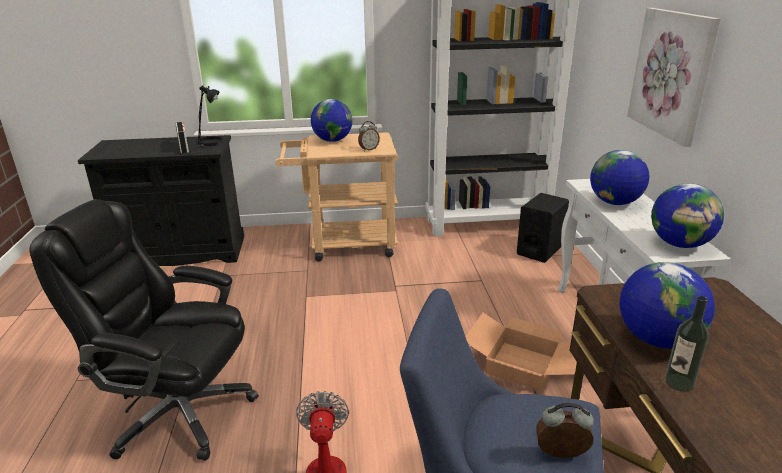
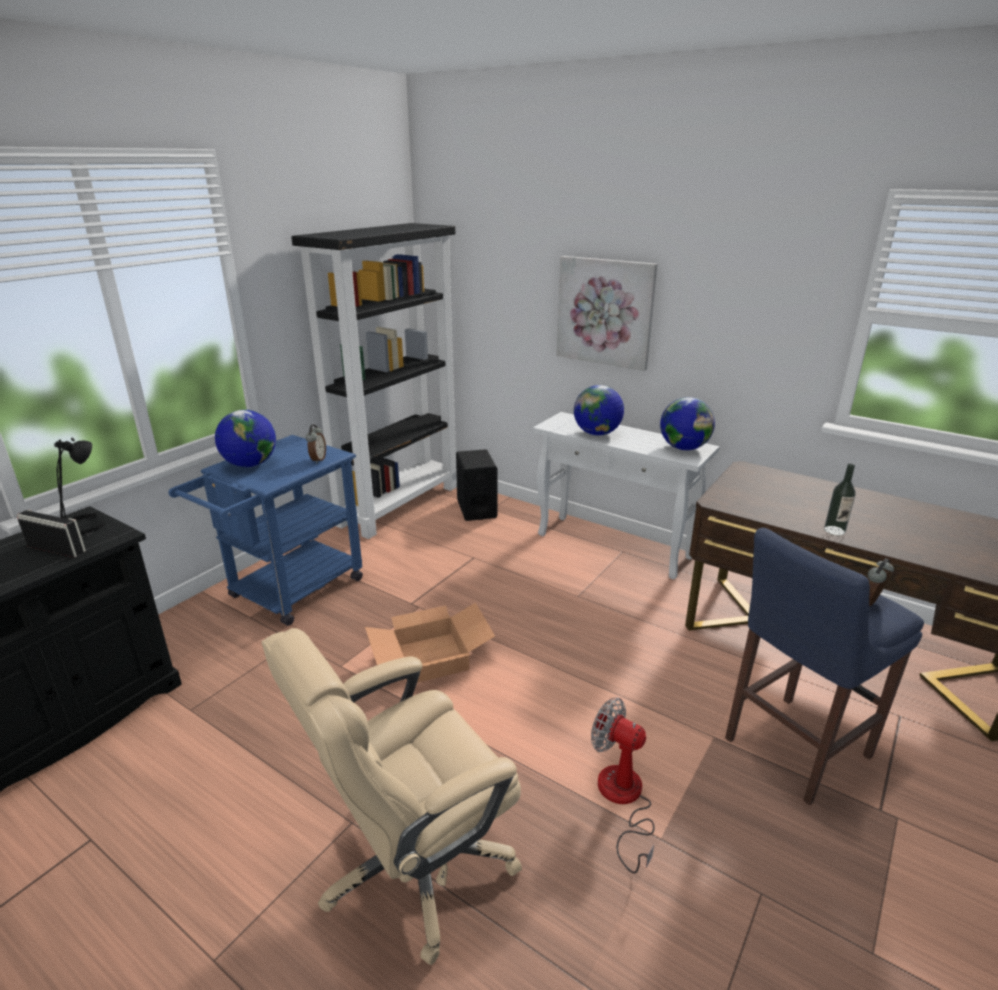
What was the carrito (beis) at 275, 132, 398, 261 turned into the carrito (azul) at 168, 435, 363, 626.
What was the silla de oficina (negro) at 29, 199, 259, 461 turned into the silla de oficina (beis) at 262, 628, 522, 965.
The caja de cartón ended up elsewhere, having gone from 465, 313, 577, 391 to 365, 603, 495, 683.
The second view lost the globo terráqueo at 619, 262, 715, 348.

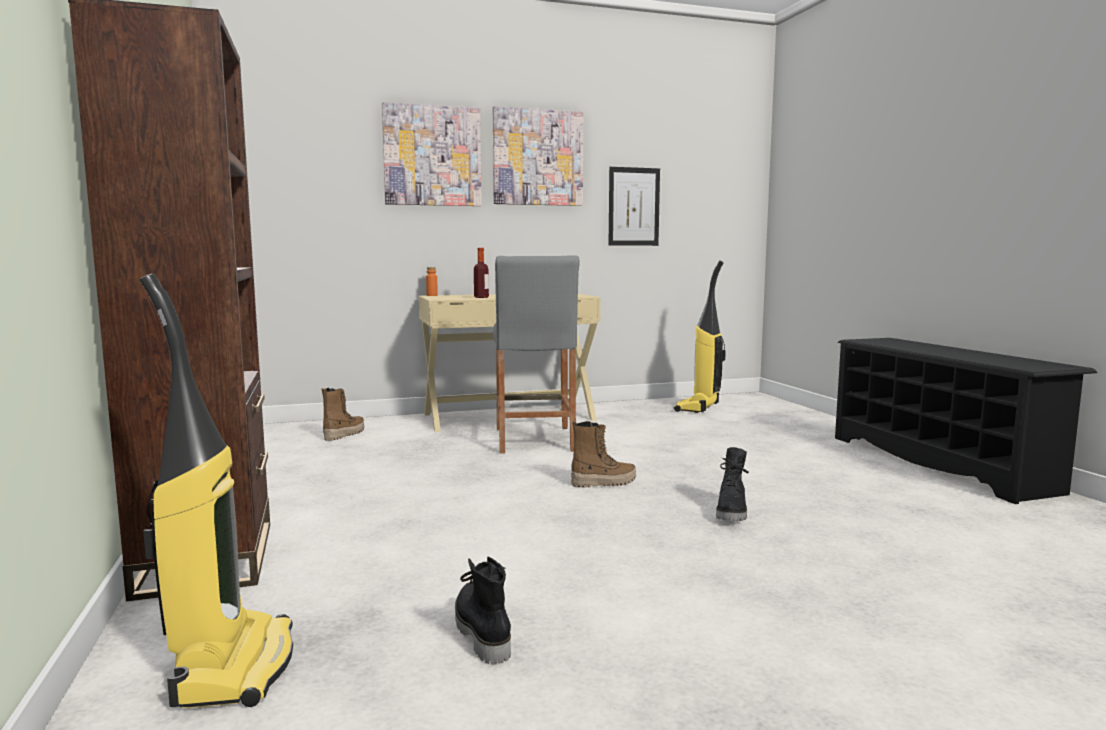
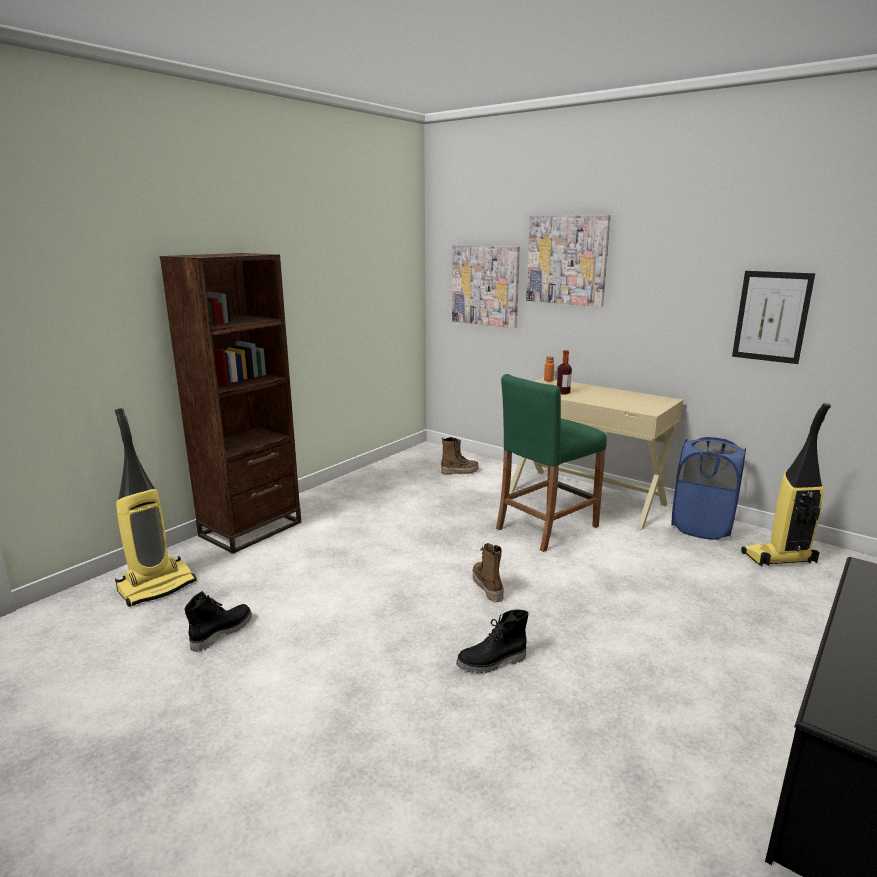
The cuadro ended up elsewhere, having gone from 493, 106, 583, 206 to 452, 245, 520, 328.
The bota at 571, 421, 636, 488 ended up facing another way, 150 degrees counterclockwise from before.
What was the taburete (gris) at 493, 255, 580, 454 turned into the taburete (verde) at 496, 374, 607, 552.
The second view gained the cesto de la ropa (azul) at 671, 437, 746, 540.

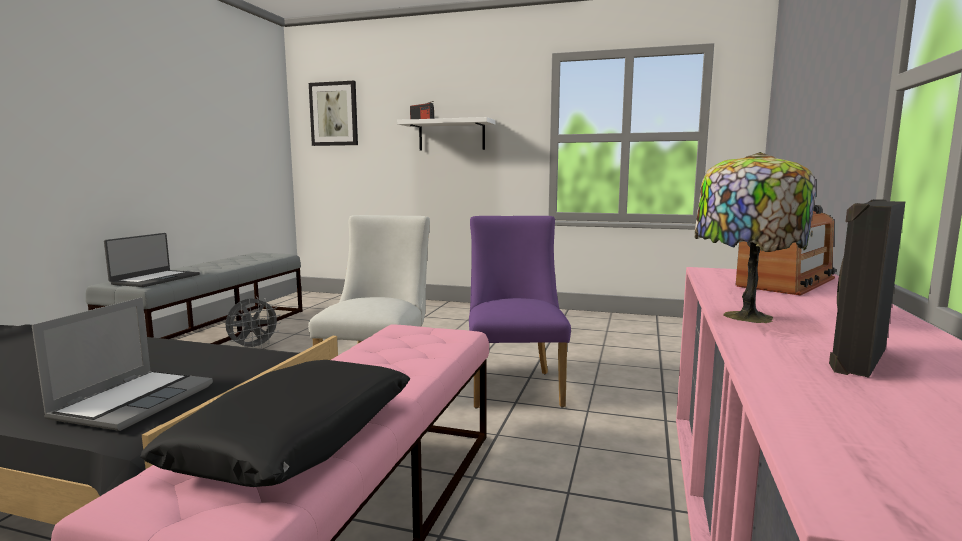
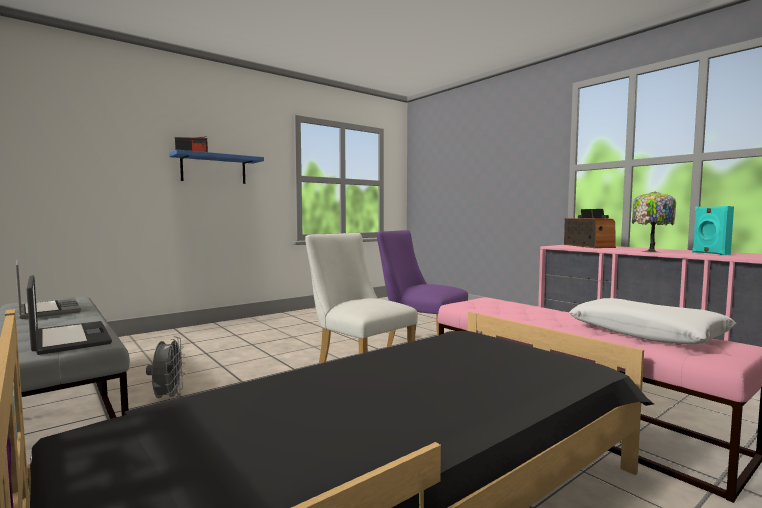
The portátil ended up elsewhere, having gone from 32, 297, 213, 431 to 16, 260, 81, 319.
What was the estante (blanco) at 397, 117, 495, 151 turned into the estante (azul) at 169, 150, 264, 184.
What was the cojín (negro) at 140, 360, 410, 487 turned into the cojín (blanco) at 569, 298, 736, 344.
What was the altavoz (negro) at 829, 199, 905, 378 turned into the altavoz (turquesa) at 692, 206, 734, 255.
The second view lost the cuadro at 309, 81, 358, 146.

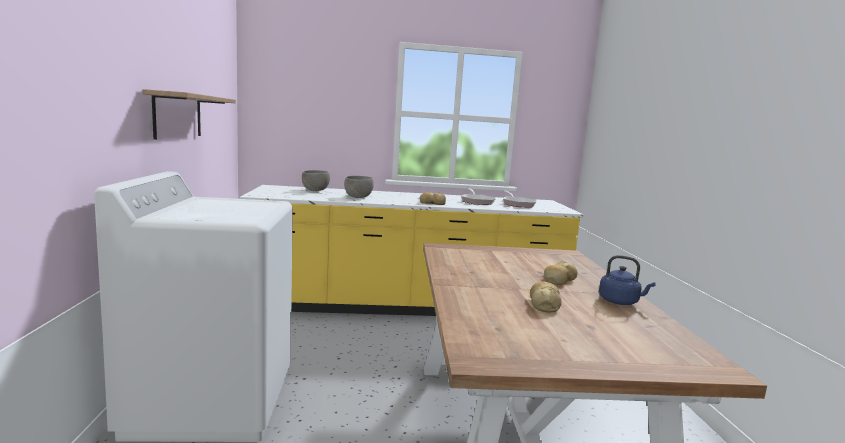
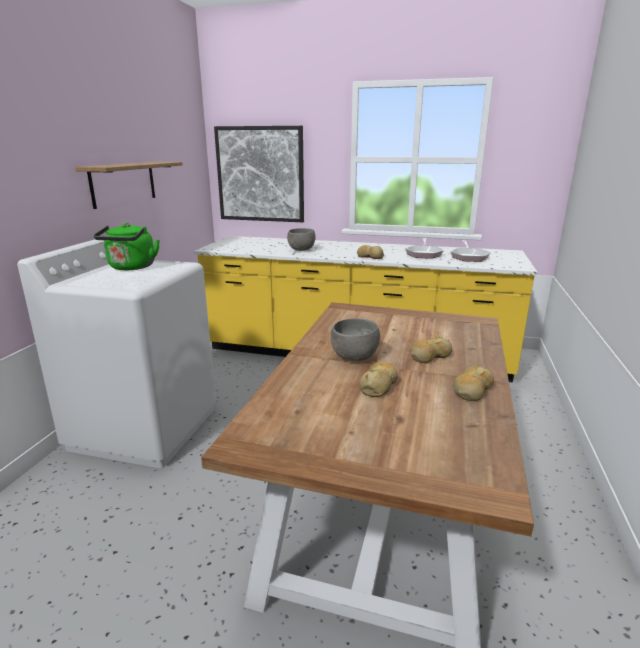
The second view gained the hervidor (verde) at 94, 223, 160, 270.
The second view gained the cuadro at 214, 126, 304, 222.
The cuenco (gris) ended up elsewhere, having gone from 302, 170, 330, 191 to 331, 318, 380, 361.
Where the hervidor (azul) stood at 599, 255, 656, 305, the pan came to stand at 453, 365, 494, 401.

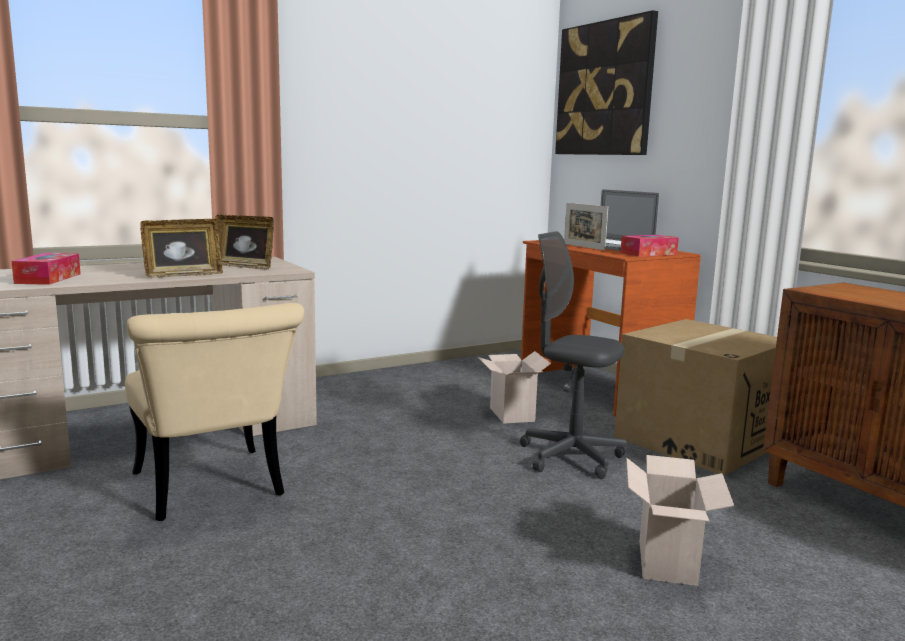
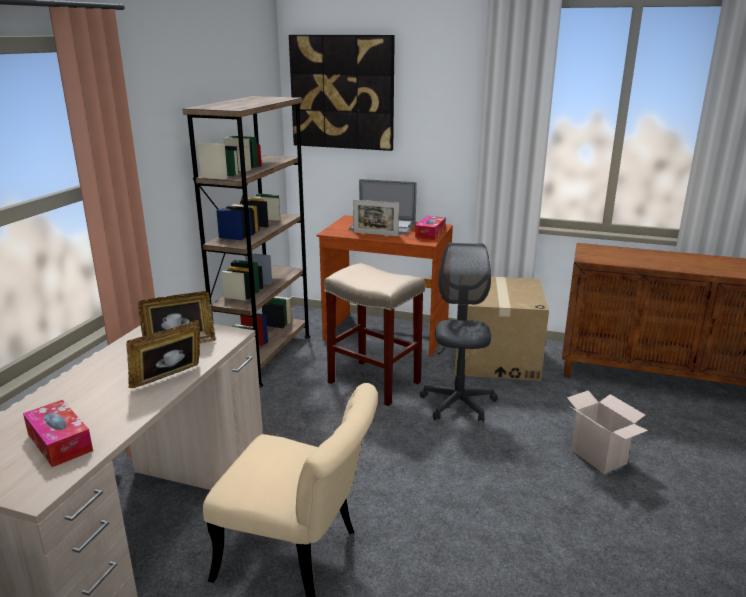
The portarretratos at 140, 219, 223, 278 ended up facing another way, 150 degrees counterclockwise from before.
The second view gained the estantería (marrón) at 182, 96, 310, 388.
Where the caja de cartón stood at 478, 351, 551, 424, the taburete (beis) came to stand at 324, 263, 425, 406.
The silla de oficina (gris) at 520, 231, 627, 479 ended up facing another way, 105 degrees clockwise from before.

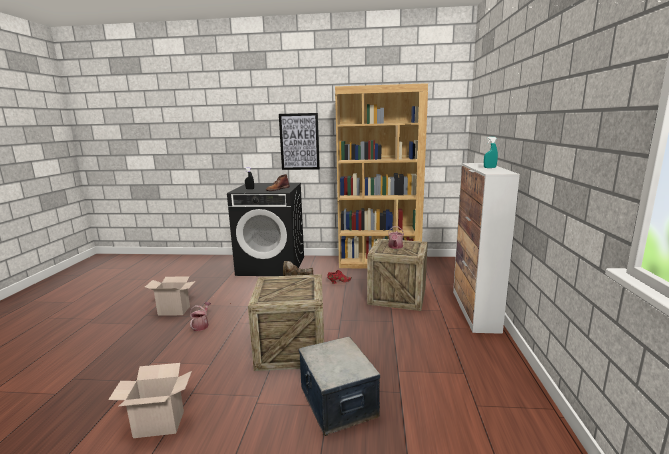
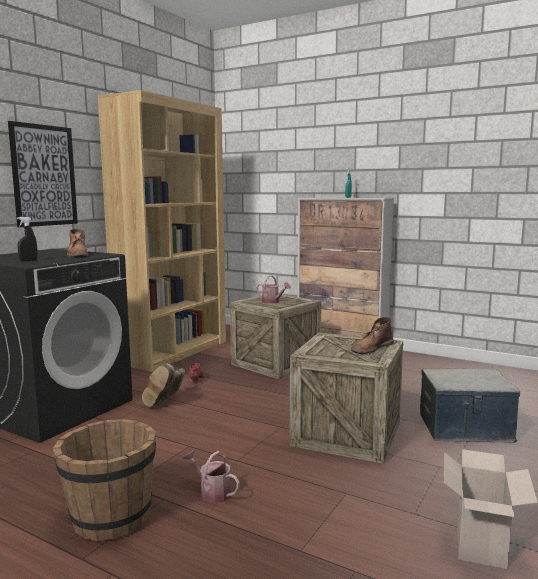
Where the caja de cartón stood at 145, 276, 196, 316, the cubo (marrón) came to stand at 53, 419, 156, 541.
The second view gained the bota (marrón) at 351, 317, 394, 354.

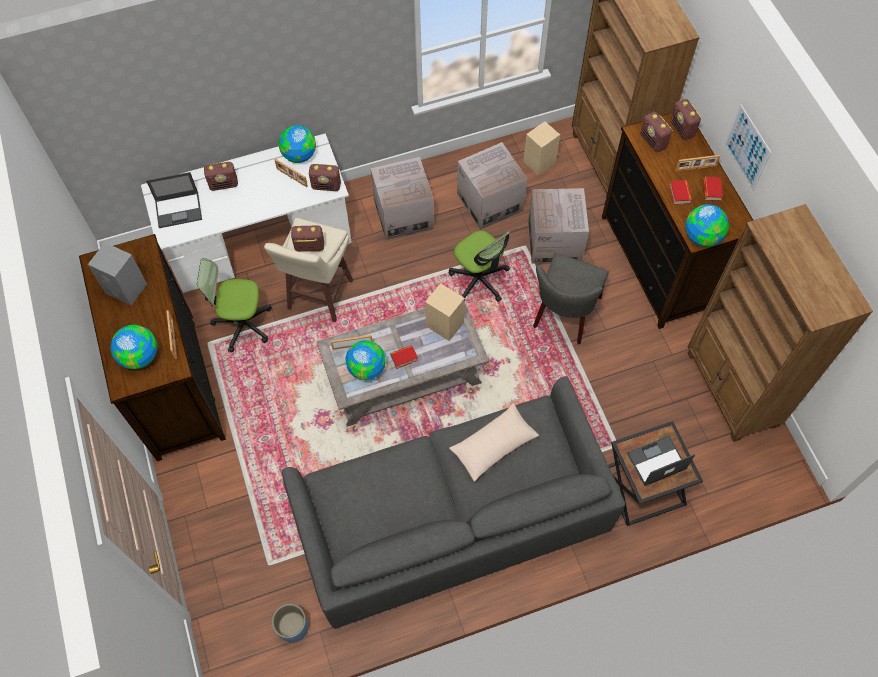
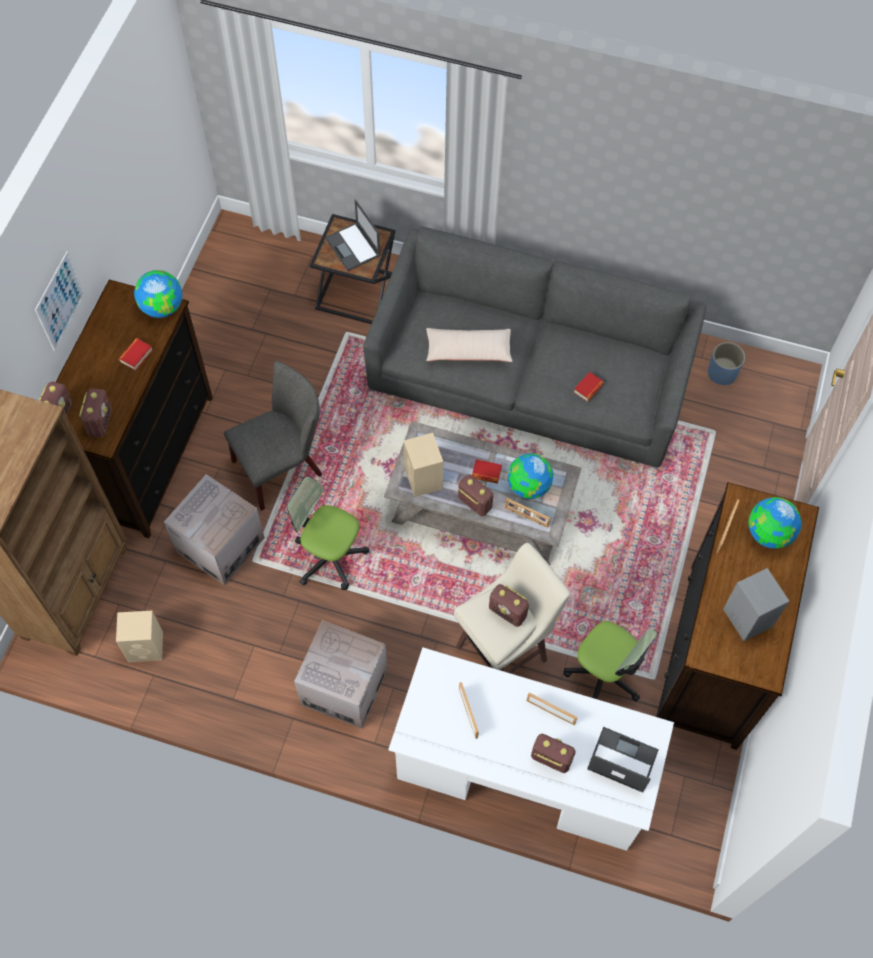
The silla de oficina at 449, 231, 510, 302 ended up facing another way, 60 degrees counterclockwise from before.
The portátil at 627, 436, 695, 486 ended up facing another way, 45 degrees clockwise from before.
The radio ended up elsewhere, having gone from 309, 164, 341, 191 to 458, 474, 493, 516.
The portarretratos ended up elsewhere, having gone from 675, 155, 720, 171 to 527, 693, 578, 725.
The libro ended up elsewhere, having gone from 703, 177, 723, 201 to 574, 372, 604, 402.
The second view lost the globo terráqueo at 278, 125, 316, 163.
The second view lost the caja de cartón at 457, 142, 527, 230.
The second view lost the estantería (marrón) at 687, 204, 873, 442.

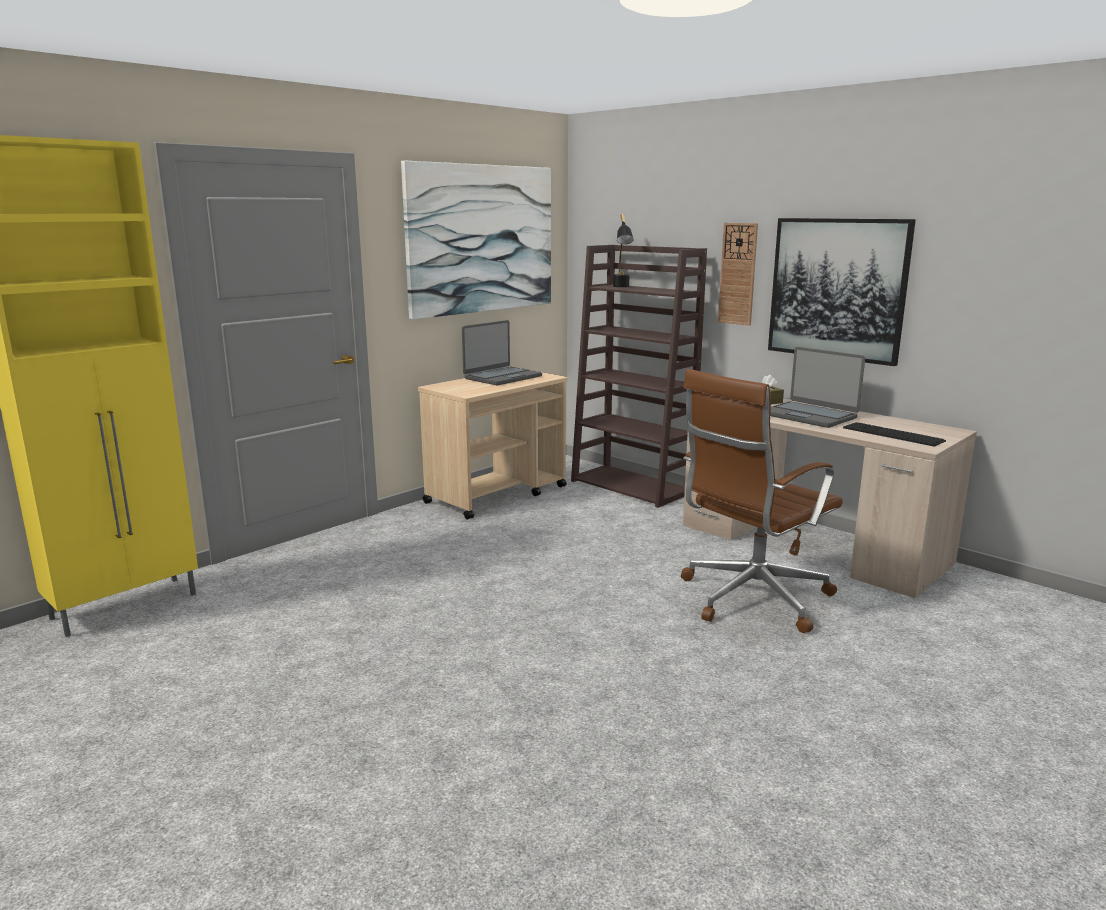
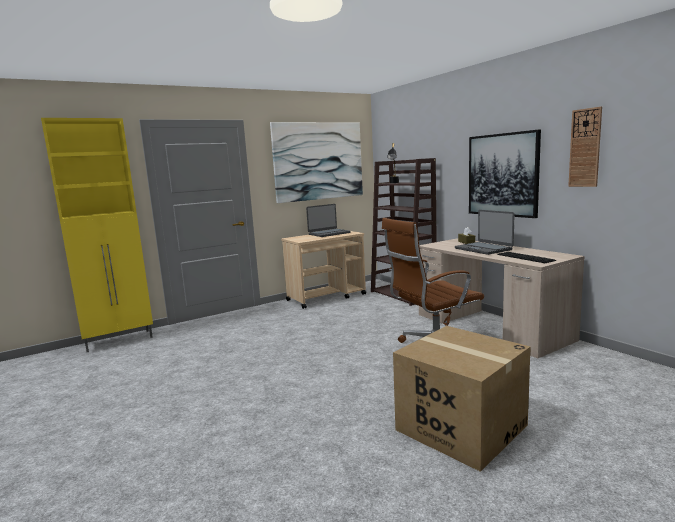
The second view gained the caja de cartón at 393, 326, 531, 472.
The reloj de pared ended up elsewhere, having gone from 718, 223, 758, 326 to 568, 107, 602, 187.

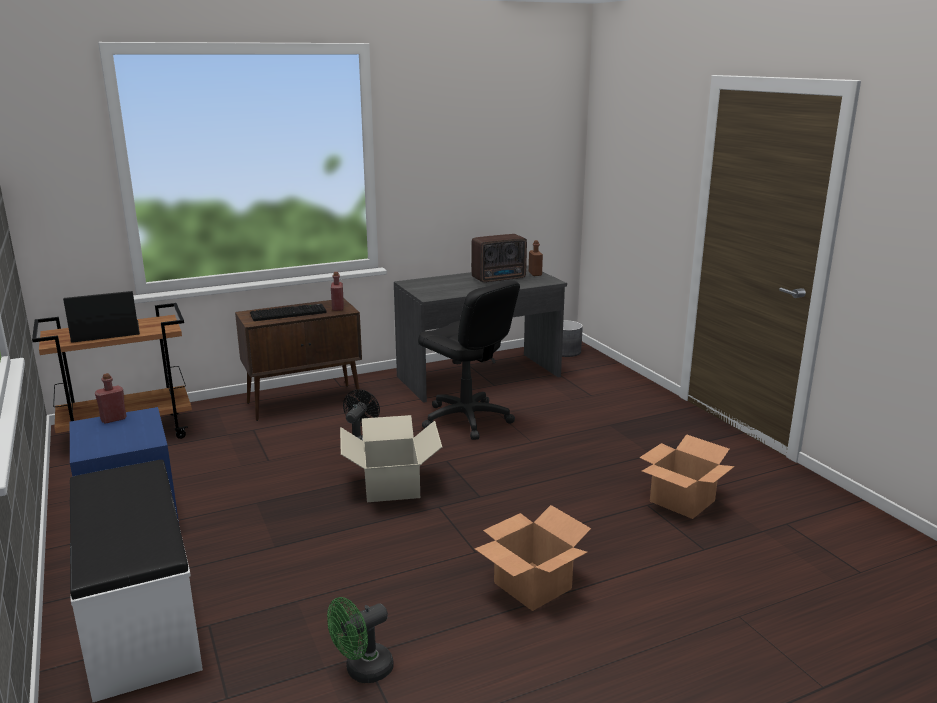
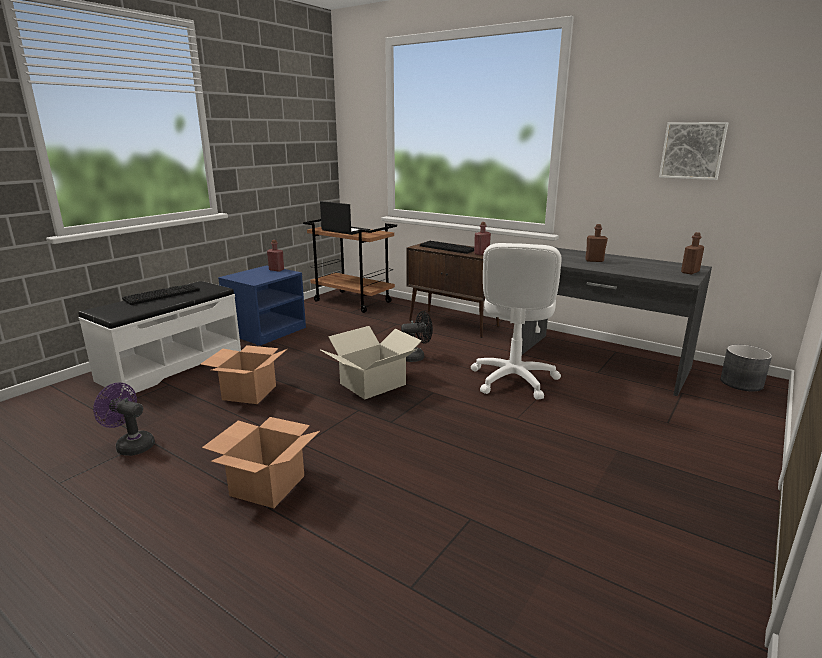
What was the ventilador (verde) at 327, 597, 394, 683 turned into the ventilador (morado) at 93, 383, 155, 456.
The second view gained the teclado at 122, 284, 200, 305.
The caja de cartón ended up elsewhere, having gone from 639, 434, 735, 519 to 200, 345, 287, 404.
What was the silla de oficina (negro) at 418, 280, 520, 440 turned into the silla de oficina (blanco) at 471, 243, 562, 400.
The second view gained the botella (marrón) at 585, 224, 608, 262.
The second view gained the cuadro at 659, 122, 729, 180.
The second view lost the radio at 471, 234, 527, 282.

